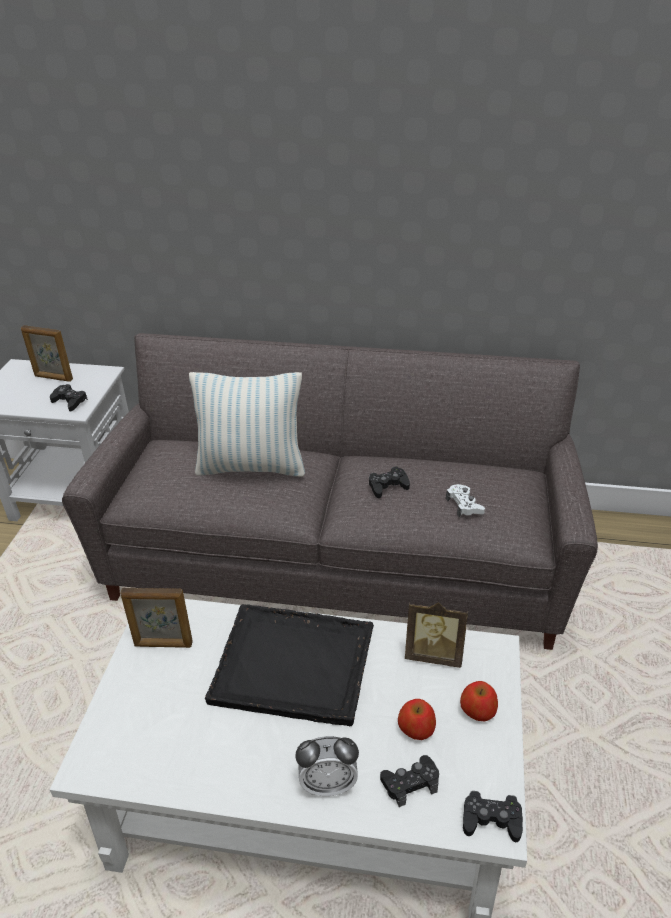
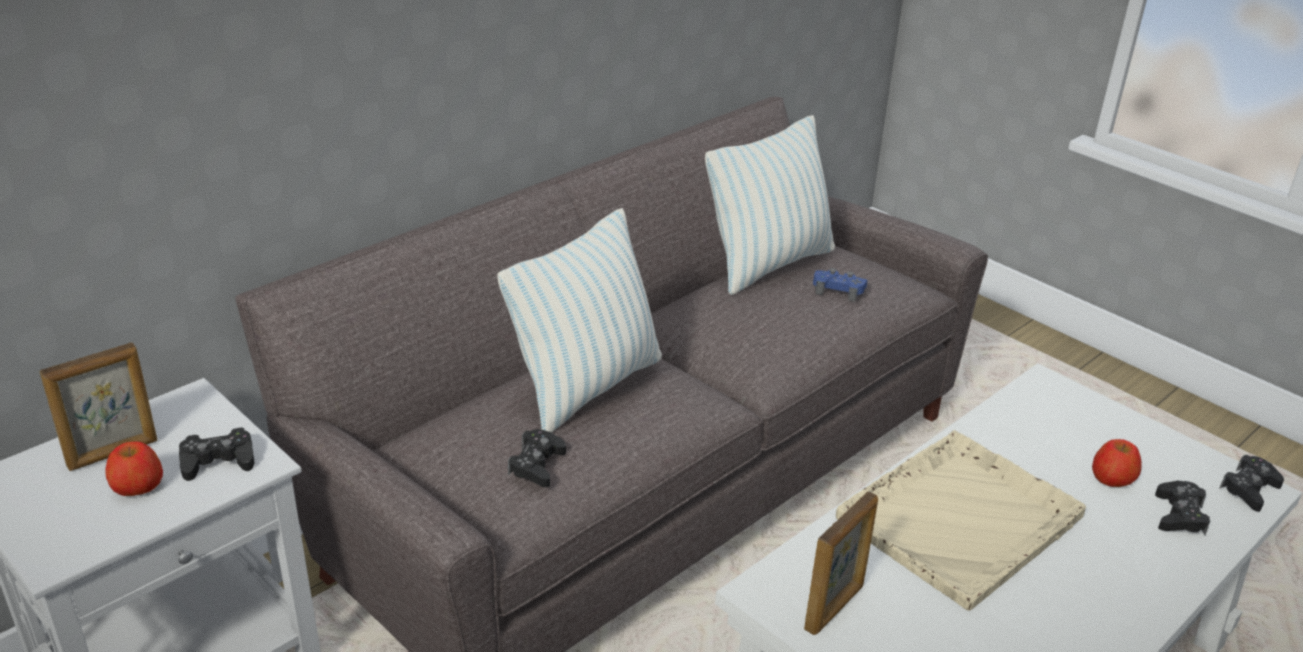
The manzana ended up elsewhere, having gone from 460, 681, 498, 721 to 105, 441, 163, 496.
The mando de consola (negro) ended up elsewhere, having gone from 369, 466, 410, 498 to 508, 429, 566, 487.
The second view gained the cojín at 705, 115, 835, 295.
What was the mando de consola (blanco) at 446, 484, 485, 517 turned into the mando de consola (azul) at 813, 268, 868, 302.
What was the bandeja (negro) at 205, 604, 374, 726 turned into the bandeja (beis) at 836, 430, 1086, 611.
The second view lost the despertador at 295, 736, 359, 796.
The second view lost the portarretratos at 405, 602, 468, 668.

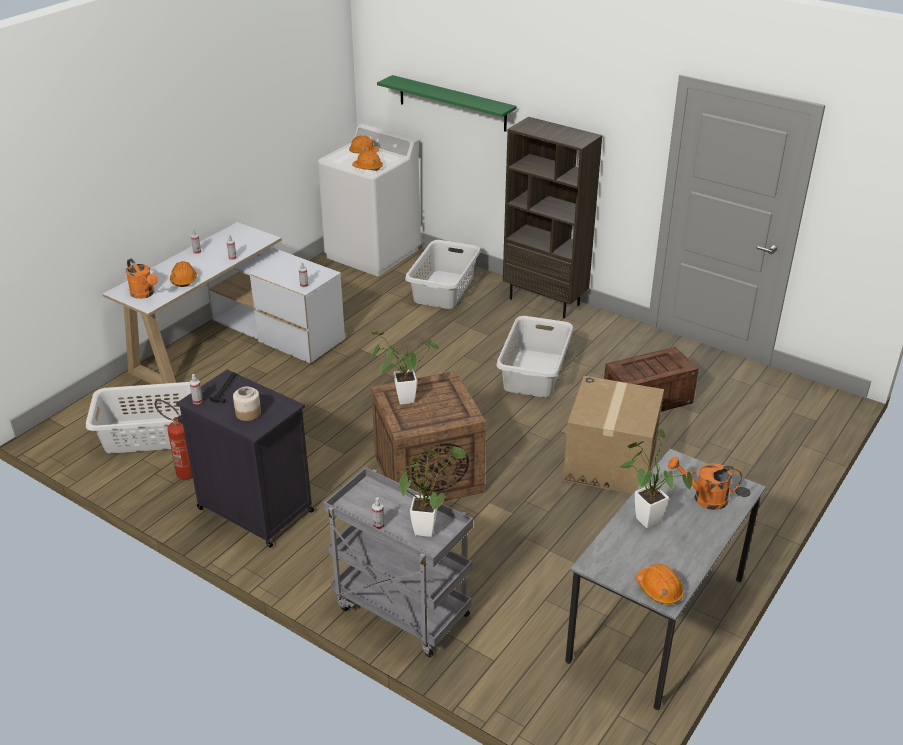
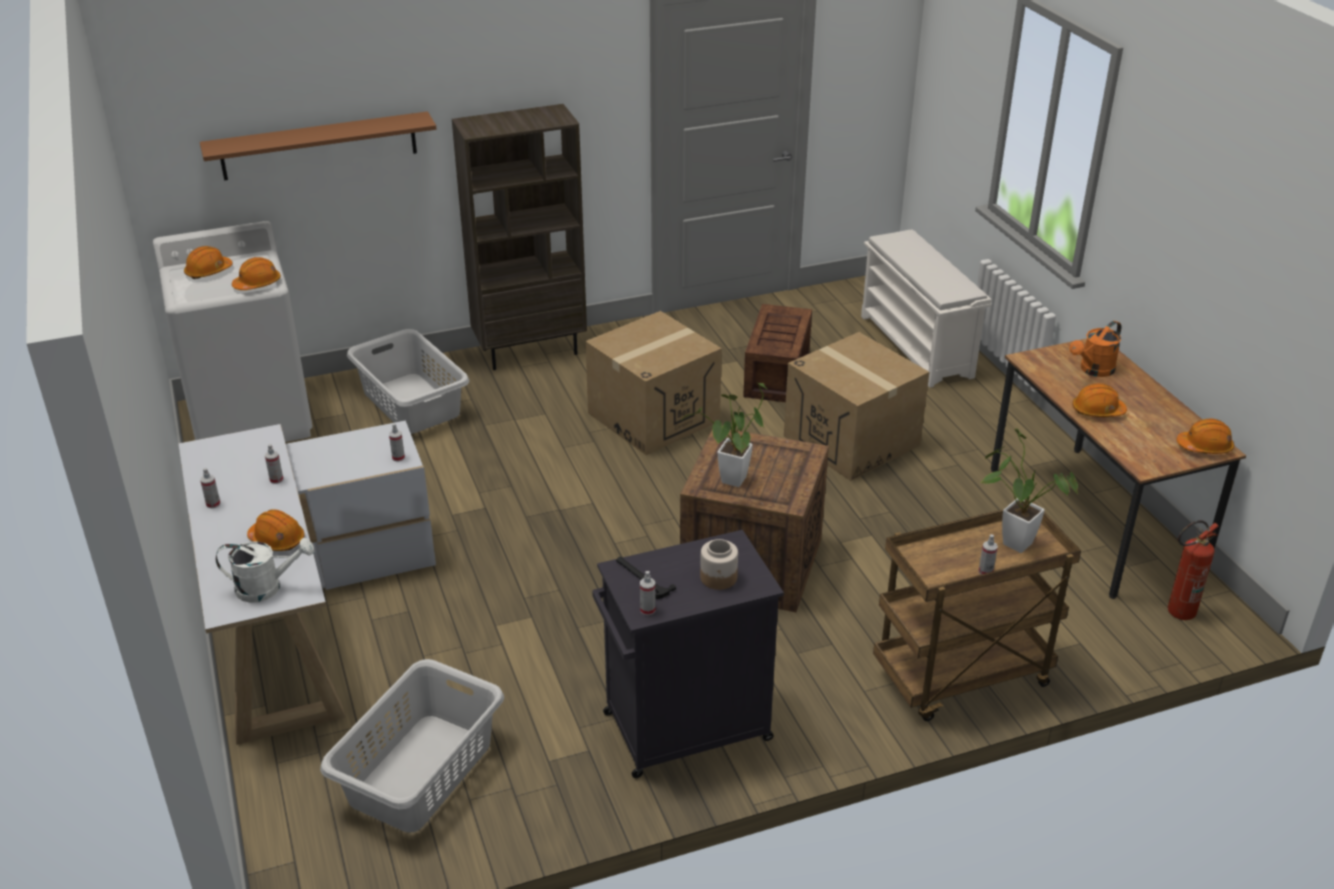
What was the estante (verde) at 377, 75, 517, 132 turned into the estante (marrón) at 200, 111, 436, 181.
What was the regadera (naranja) at 126, 258, 158, 299 turned into the regadera (blanco) at 216, 538, 314, 603.
Where the cesto de la ropa (gris) stood at 496, 316, 573, 398, the caja de cartón came to stand at 585, 311, 722, 455.
The second view gained the zapatero (blanco) at 861, 229, 992, 388.
What was the carrito (gris) at 324, 467, 473, 657 turned into the carrito (marrón) at 873, 502, 1081, 721.
What was the escritorio (gris) at 565, 449, 766, 710 turned into the escritorio (marrón) at 991, 338, 1246, 599.
Where the planta en maceta stood at 619, 429, 693, 528, the casco (naranja) came to stand at 1072, 383, 1127, 417.
The extintor ended up elsewhere, having gone from 154, 400, 193, 480 to 1168, 520, 1218, 620.

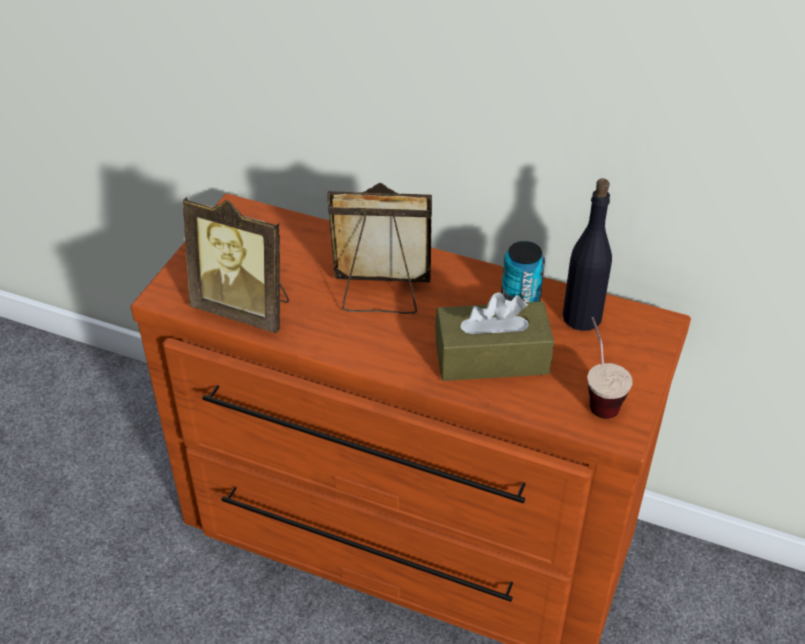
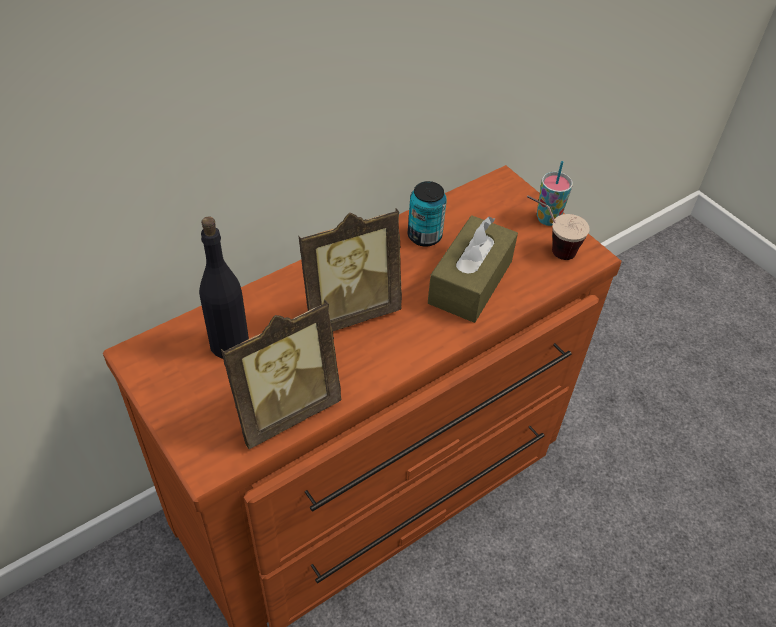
The botella (negro) ended up elsewhere, having gone from 563, 179, 612, 331 to 199, 216, 249, 359.
The portarretratos at 327, 183, 432, 314 ended up facing another way, 150 degrees counterclockwise from before.
The second view gained the taza at 537, 161, 573, 226.

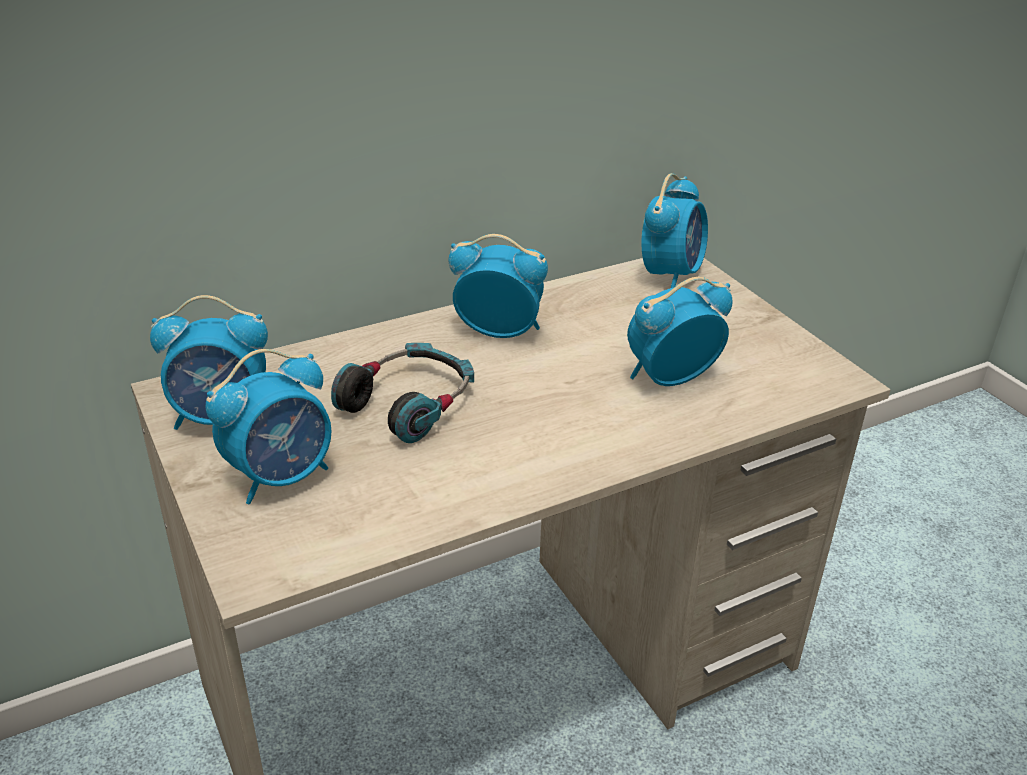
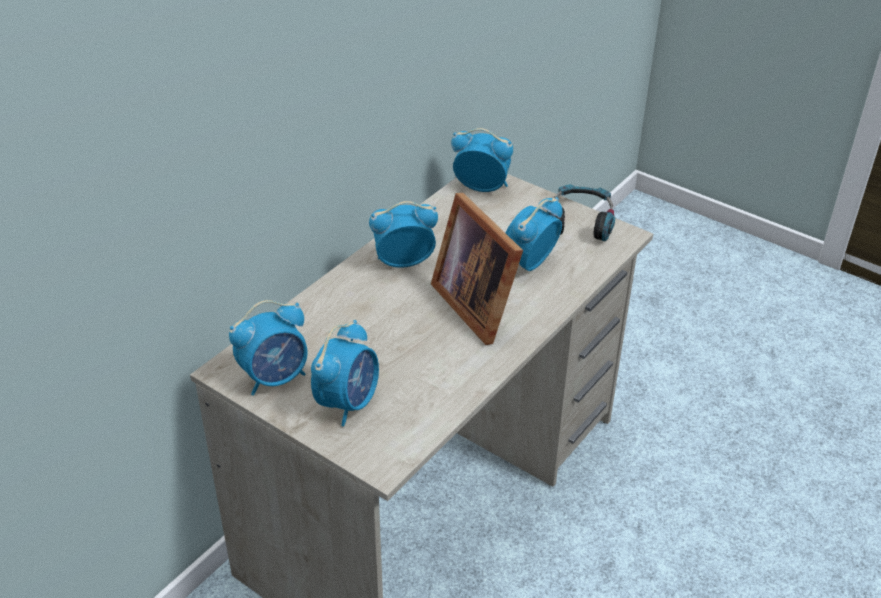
The second view gained the portarretratos at 431, 193, 523, 345.
The despertador at 641, 173, 708, 288 ended up facing another way, 75 degrees counterclockwise from before.
The auriculares ended up elsewhere, having gone from 331, 343, 474, 443 to 547, 184, 615, 241.

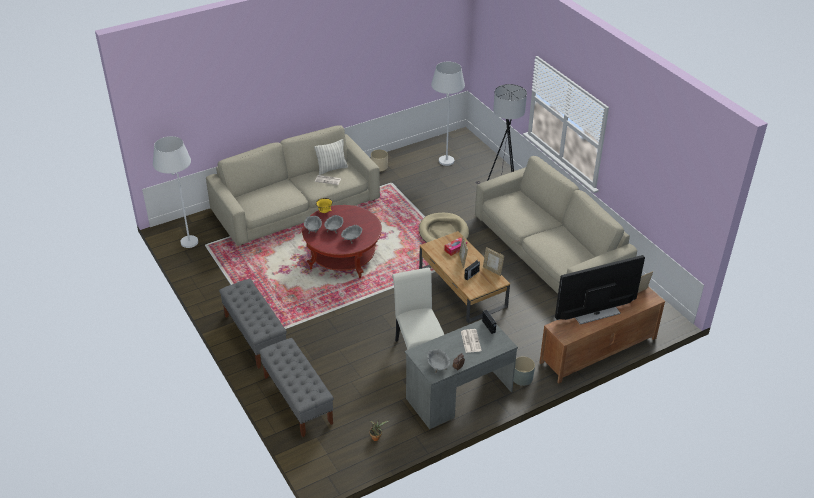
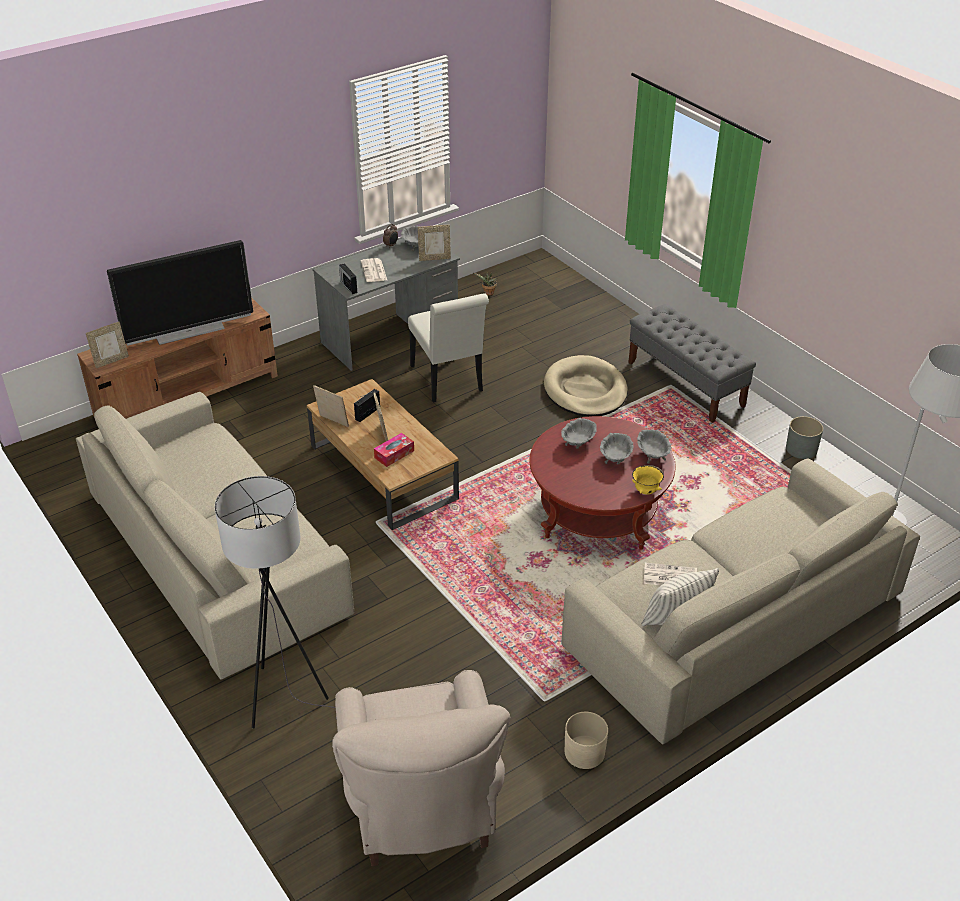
Where the lámpara de pie (blanco) stood at 431, 62, 465, 166, the sillón (beis) came to stand at 332, 670, 510, 866.
The second view gained the portarretratos at 418, 225, 451, 261.
The cama para perro (beis) ended up elsewhere, having gone from 419, 213, 469, 243 to 544, 355, 628, 417.
The maceta (gris) ended up elsewhere, having gone from 514, 356, 535, 386 to 786, 416, 823, 459.
The second view lost the banco (gris) at 259, 338, 334, 437.

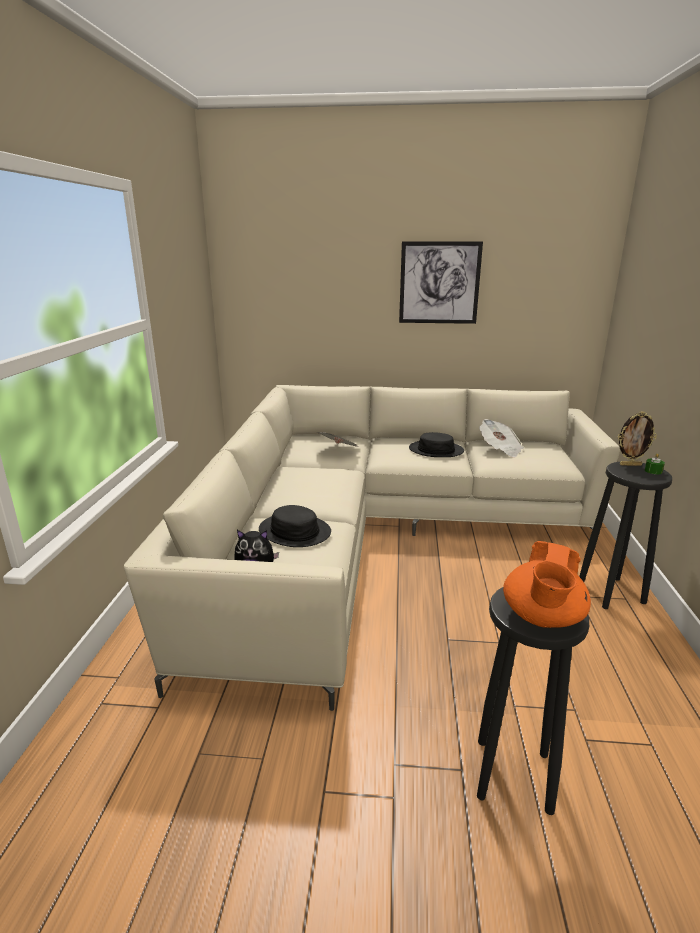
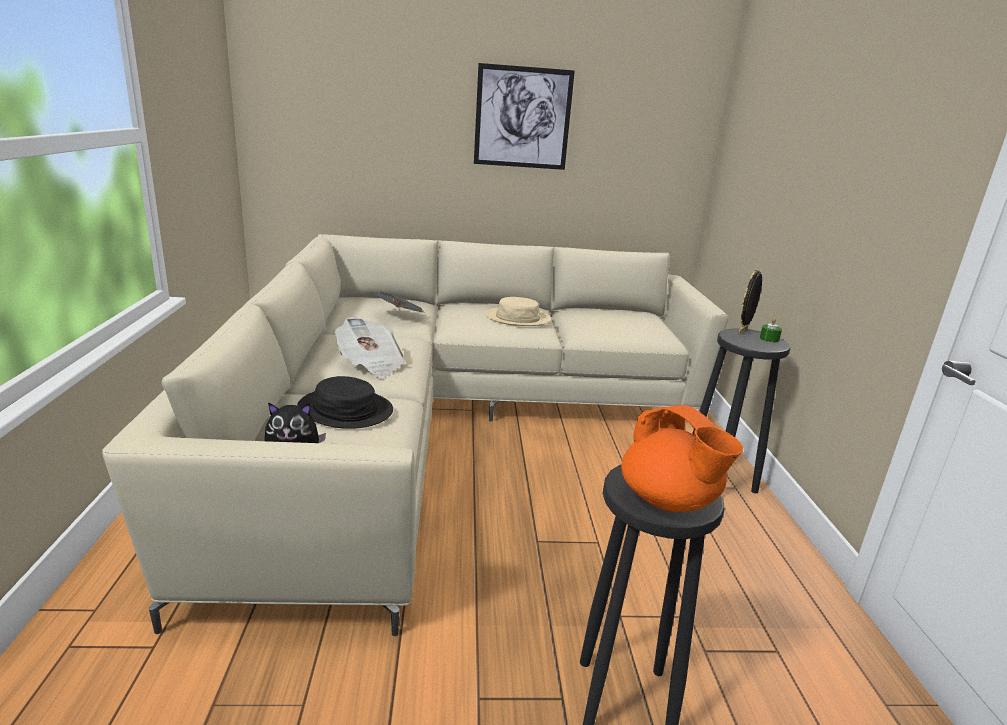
The periódico ended up elsewhere, having gone from 479, 419, 524, 458 to 335, 317, 406, 378.
What was the sombrero (negro) at 409, 432, 464, 457 turned into the sombrero (beis) at 485, 297, 551, 326.
The tetera (naranja) at 503, 541, 591, 628 ended up facing another way, 45 degrees counterclockwise from before.
The portarretratos at 618, 411, 657, 466 ended up facing another way, 135 degrees clockwise from before.

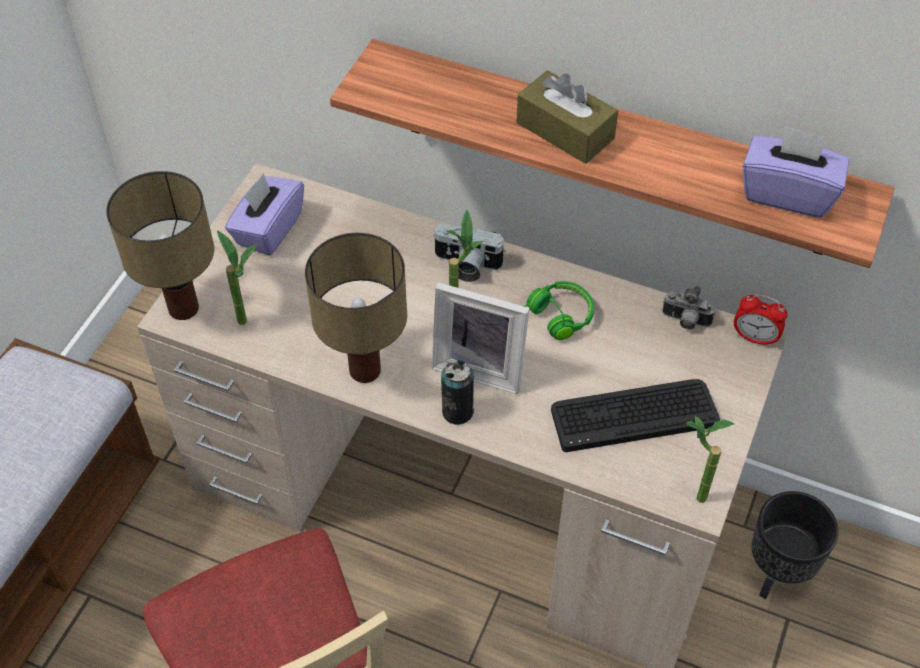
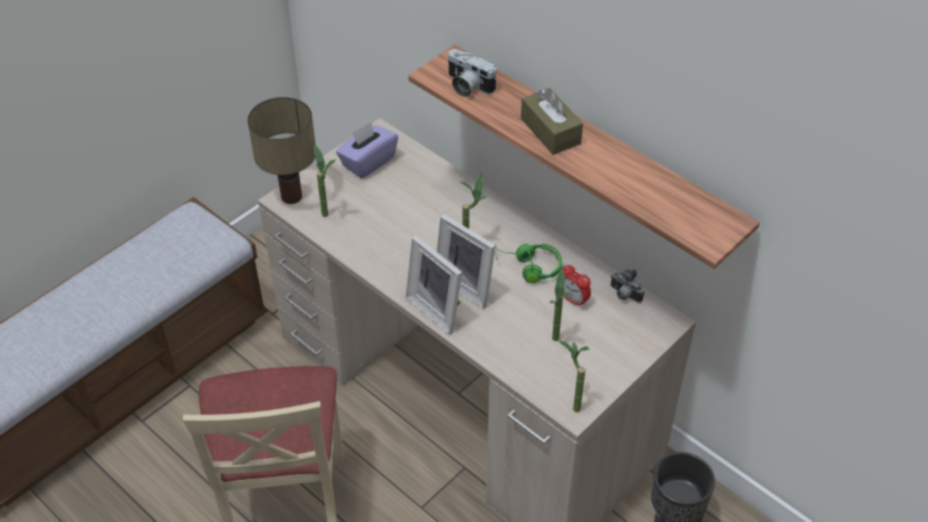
Where the lata stood at 441, 360, 474, 425, the portarretratos came to stand at 406, 235, 462, 335.
The cámara ended up elsewhere, having gone from 432, 224, 506, 282 to 448, 49, 496, 97.
Where the teclado stood at 551, 379, 720, 452, the planta en maceta came to stand at 550, 268, 572, 341.
The despertador ended up elsewhere, having gone from 734, 294, 787, 347 to 562, 264, 591, 308.
The second view lost the lámpara de mesa at 305, 233, 407, 383.
The second view lost the caja de pañuelos (morado) at 742, 126, 849, 218.

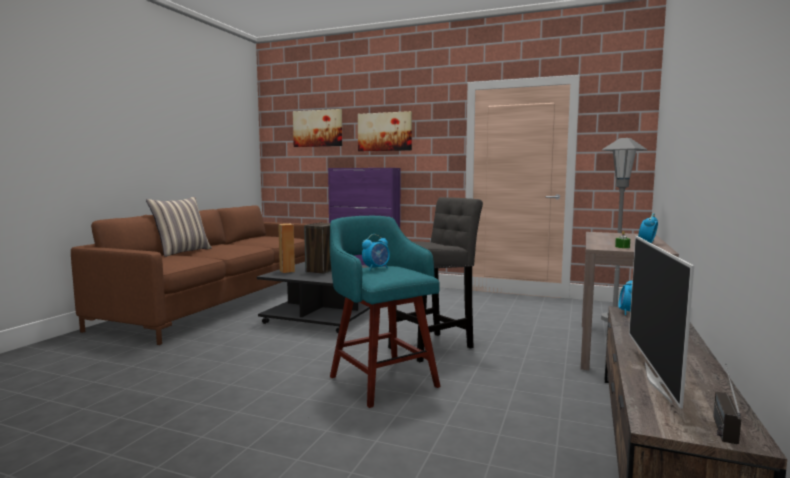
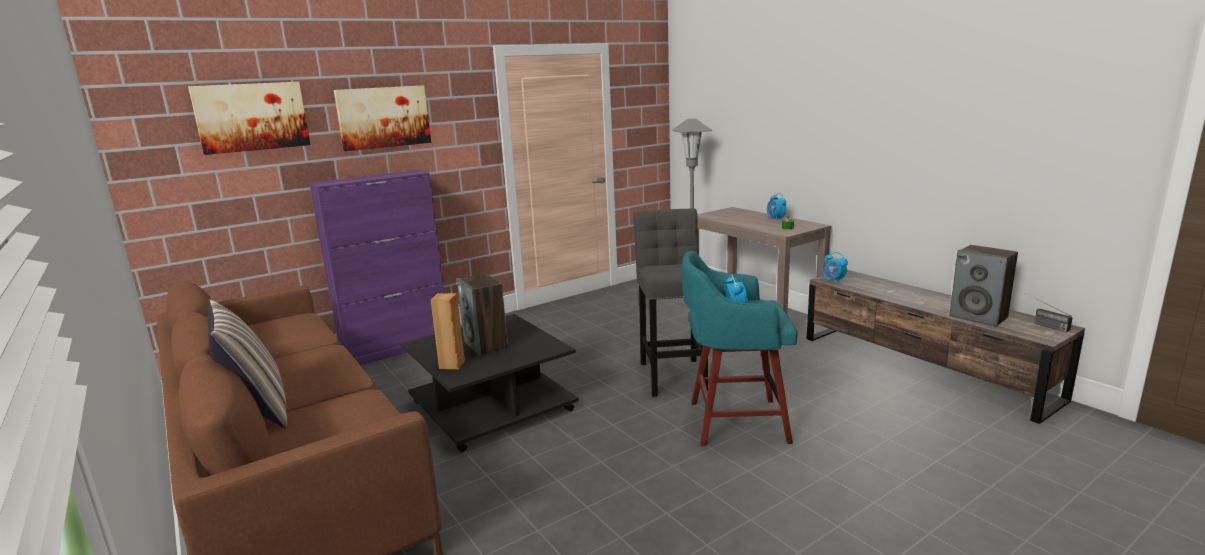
Where the televisor stood at 629, 236, 694, 409, the altavoz came to stand at 949, 245, 1018, 327.

